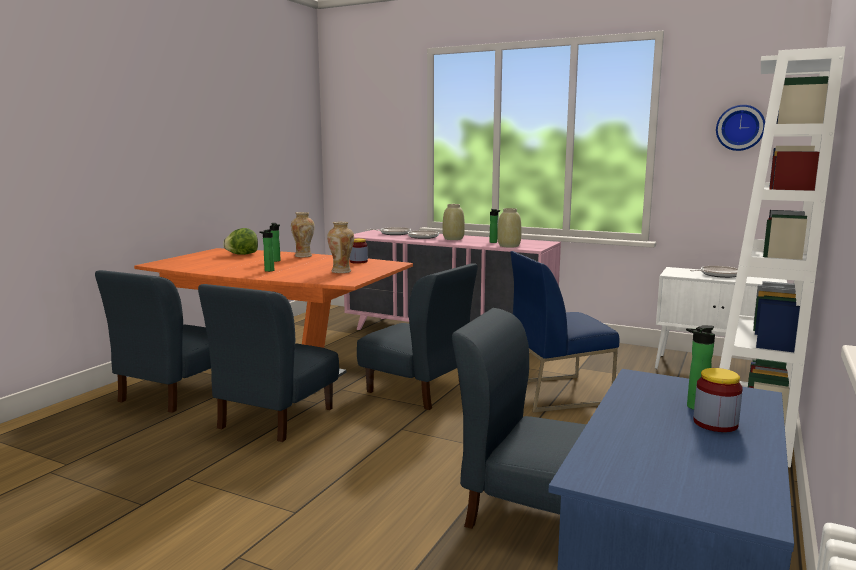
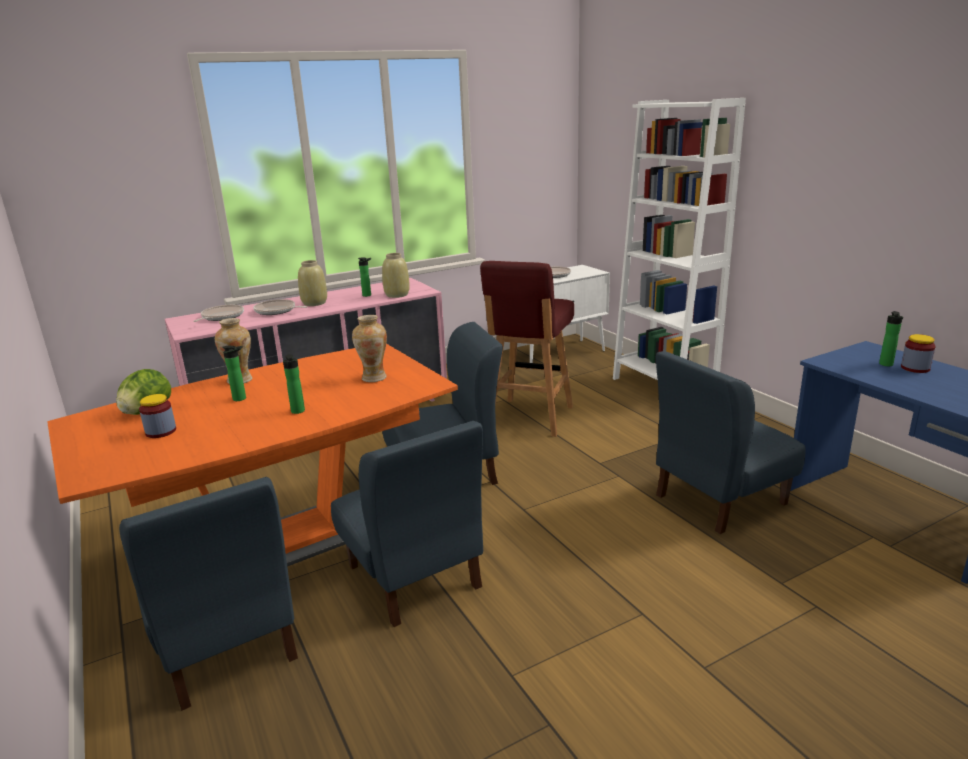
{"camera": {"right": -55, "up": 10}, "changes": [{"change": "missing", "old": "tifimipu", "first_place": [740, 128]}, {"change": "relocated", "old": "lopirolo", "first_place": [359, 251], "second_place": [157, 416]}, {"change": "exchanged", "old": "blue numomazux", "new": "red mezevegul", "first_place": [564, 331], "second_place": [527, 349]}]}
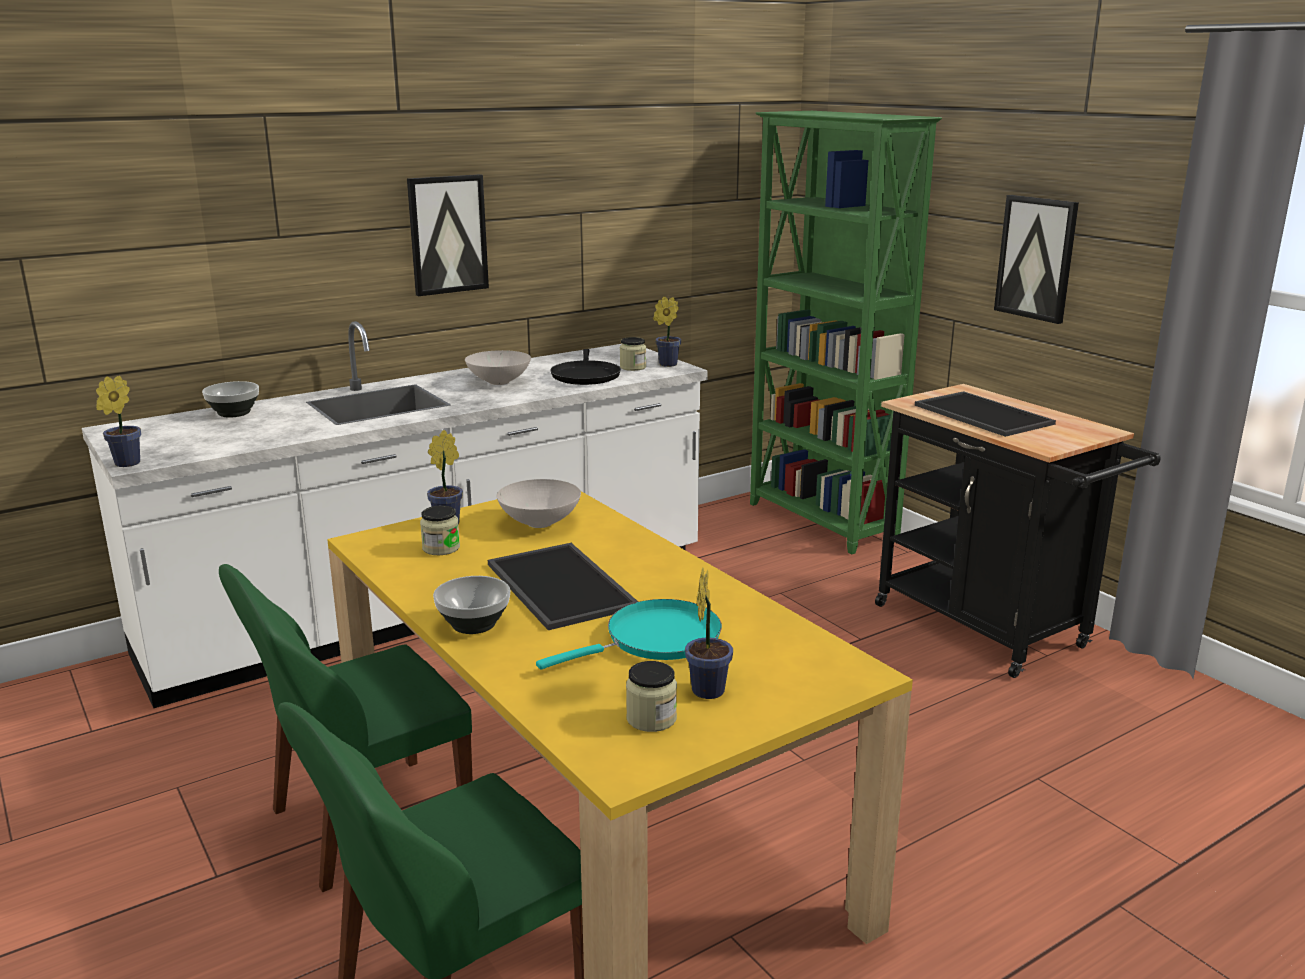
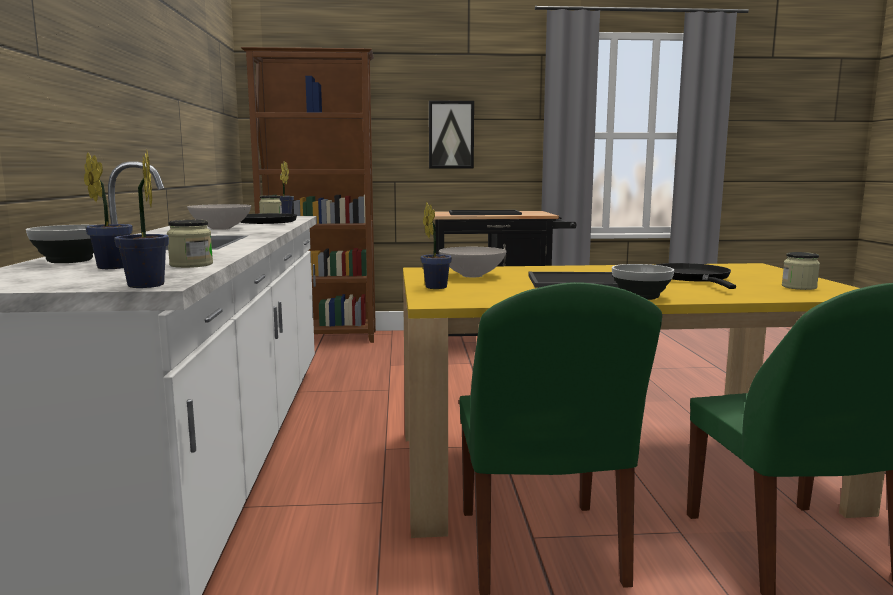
{"camera": {"right": -60, "up": -10}, "changes": [{"change": "missing", "old": "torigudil", "first_place": [448, 235]}, {"change": "relocated", "old": "lopirolo", "first_place": [440, 530], "second_place": [190, 244]}, {"change": "relocated", "old": "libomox", "first_place": [709, 633], "second_place": [108, 210]}, {"change": "colour", "old": "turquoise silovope", "new": "black silovope", "first_place": [629, 634], "second_place": [696, 276]}, {"change": "colour", "old": "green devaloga", "new": "brown devaloga", "first_place": [846, 333], "second_place": [308, 195]}]}
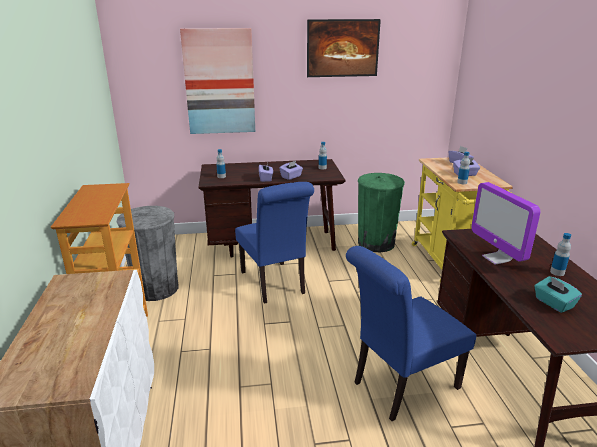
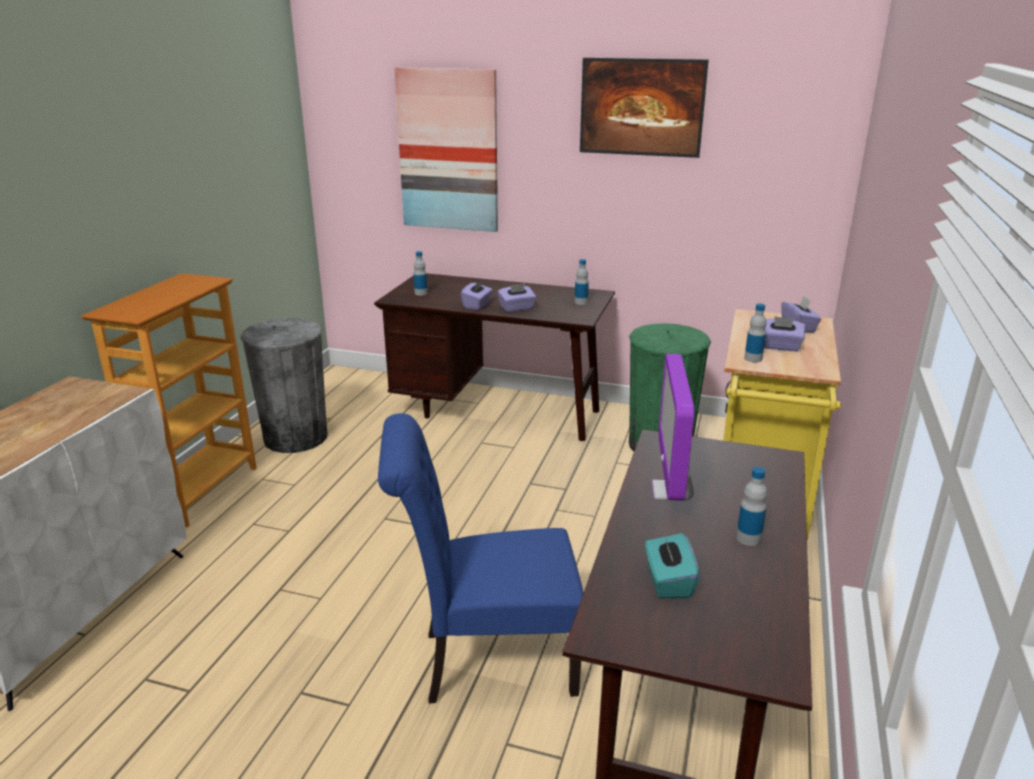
{"camera": {"right": 25, "up": 0}, "changes": [{"change": "missing", "old": "blue numomazux", "first_place": [274, 243]}]}
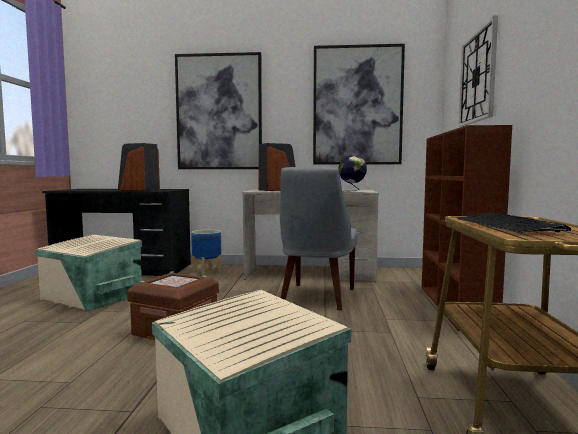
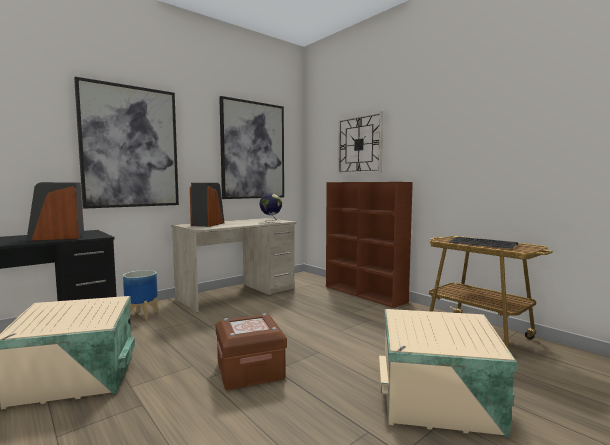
{"camera": {"right": -45, "up": 0}, "changes": [{"change": "missing", "old": "grey numomazux", "first_place": [318, 238]}]}
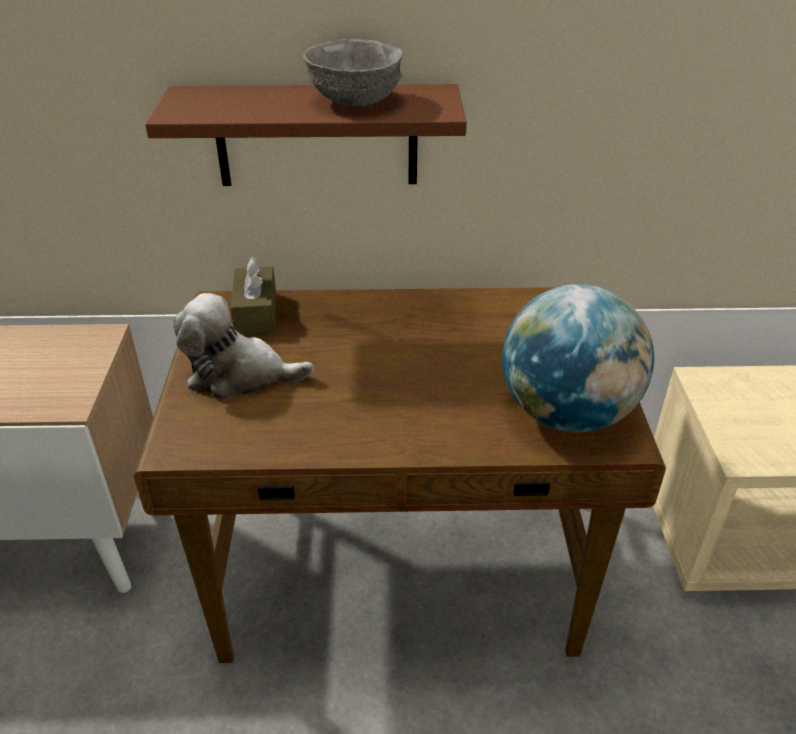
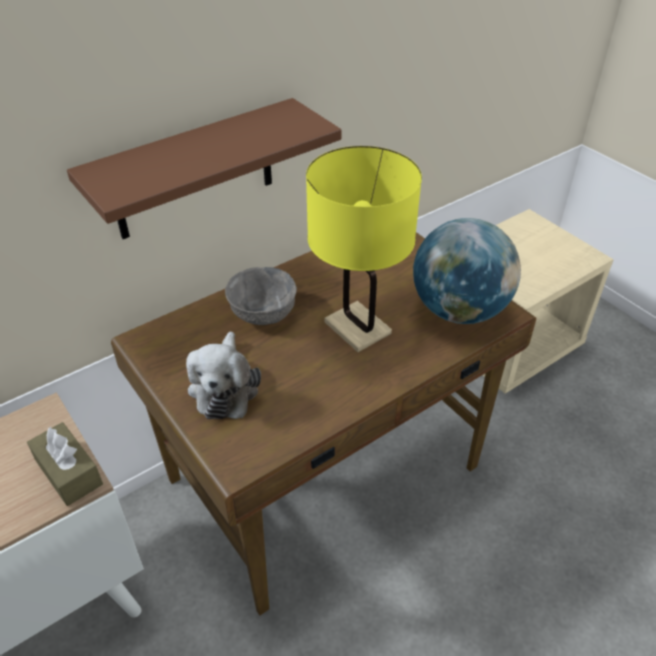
{"camera": {"right": -35, "up": 5}, "changes": [{"change": "appeared", "new": "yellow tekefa", "second_place": [364, 249]}, {"change": "relocated", "old": "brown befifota", "first_place": [253, 296], "second_place": [65, 464]}, {"change": "relocated", "old": "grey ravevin", "first_place": [353, 73], "second_place": [261, 296]}, {"change": "spun", "old": "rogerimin", "first_place": [243, 346], "second_place": [223, 375], "degrees": -60}]}
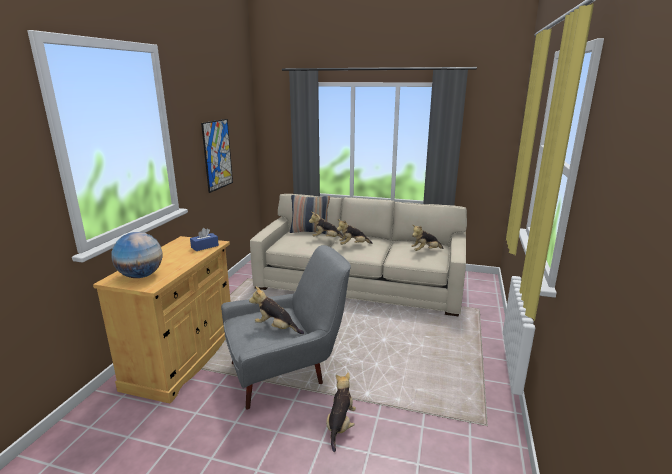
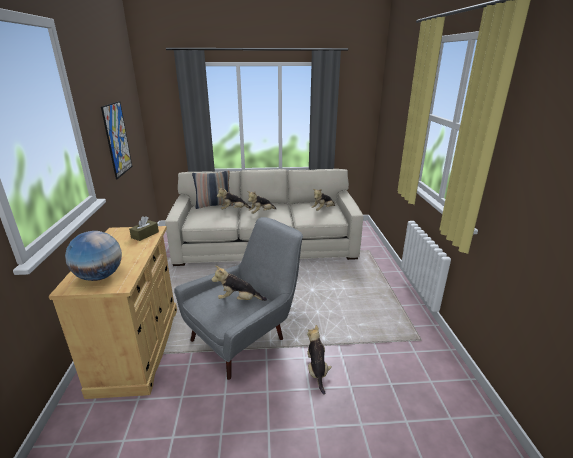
{"camera": {"right": -20, "up": 5}, "changes": [{"change": "colour", "old": "blue befifota", "new": "brown befifota", "first_place": [204, 239], "second_place": [144, 228]}]}
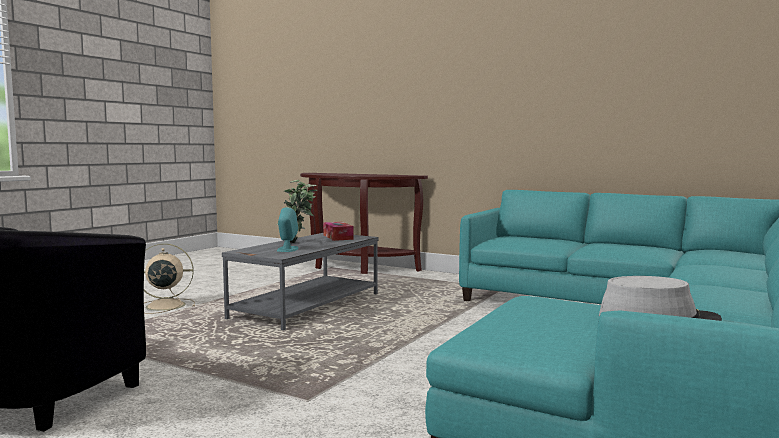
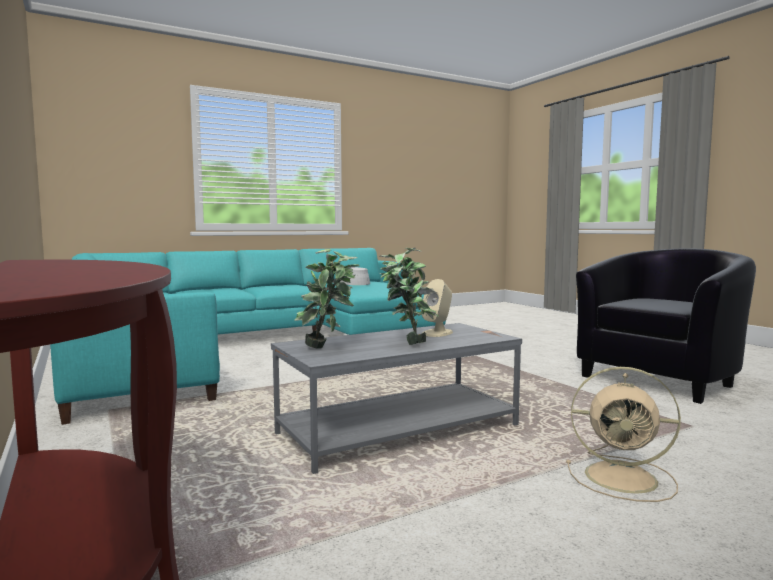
{"camera": {"right": -150, "up": 0}, "changes": [{"change": "exchanged", "old": "befifota", "new": "libomox", "first_place": [338, 231], "second_place": [326, 299]}, {"change": "colour", "old": "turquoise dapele", "new": "beige dapele", "first_place": [288, 230], "second_place": [437, 308]}]}
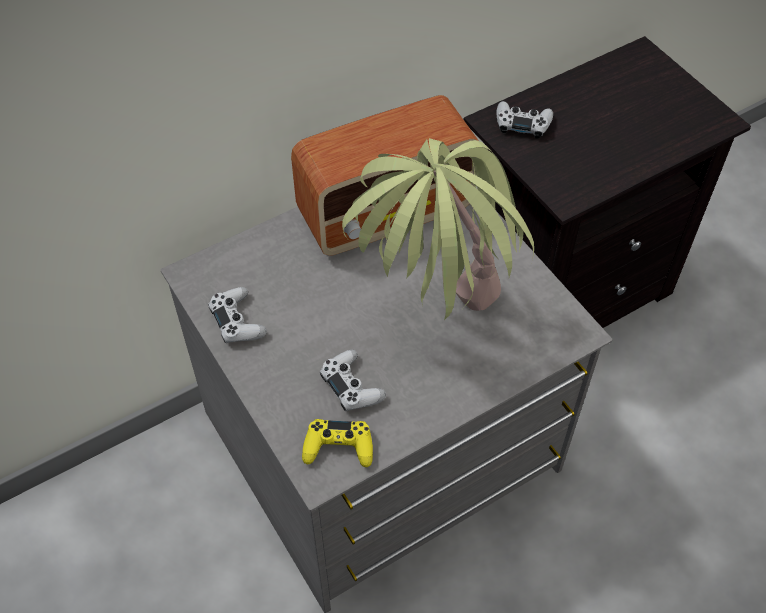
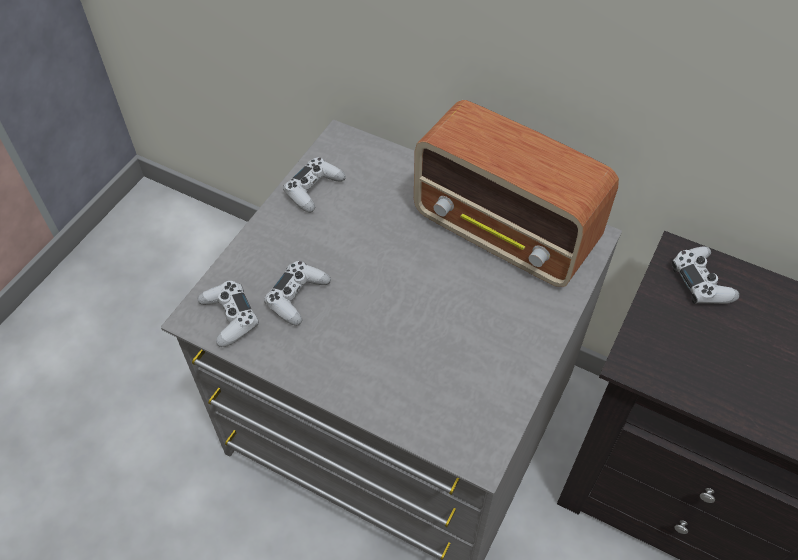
{"camera": {"right": 60, "up": 0}, "changes": [{"change": "missing", "old": "libomox", "first_place": [438, 229]}, {"change": "colour", "old": "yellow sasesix", "new": "white sasesix", "first_place": [337, 443], "second_place": [228, 314]}]}
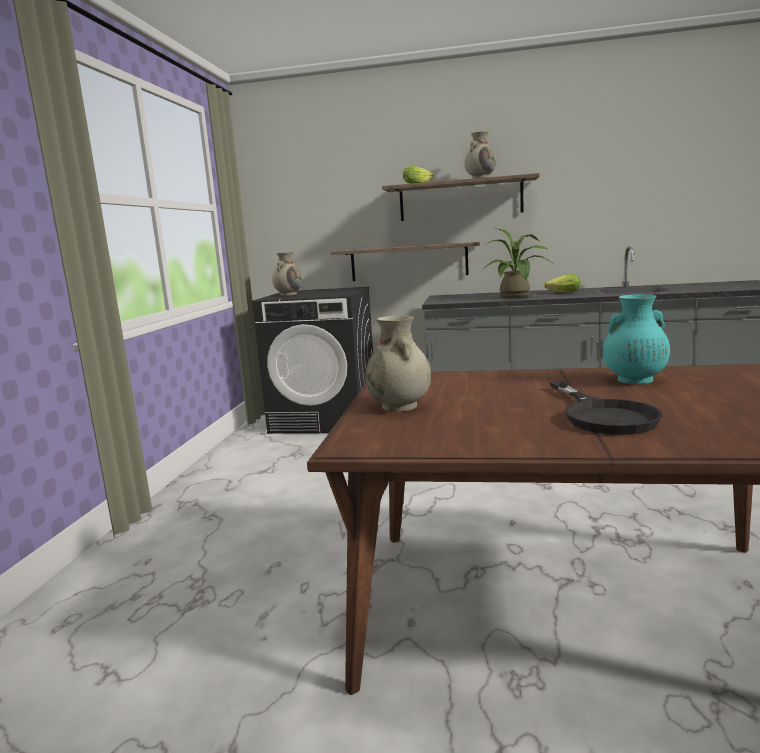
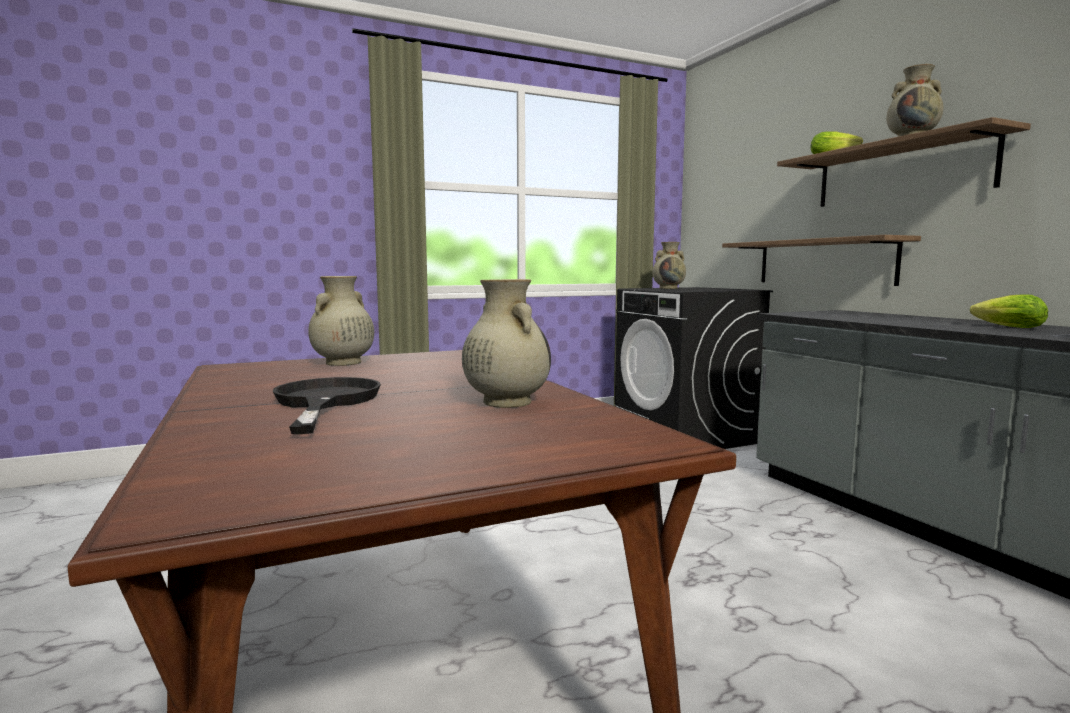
{"camera": {"right": 55, "up": -5}, "changes": [{"change": "missing", "old": "libomox", "first_place": [517, 263]}, {"change": "colour", "old": "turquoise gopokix", "new": "beige gopokix", "first_place": [636, 339], "second_place": [506, 343]}, {"change": "spun", "old": "black silovope", "first_place": [606, 408], "second_place": [327, 405], "degrees": 120}]}
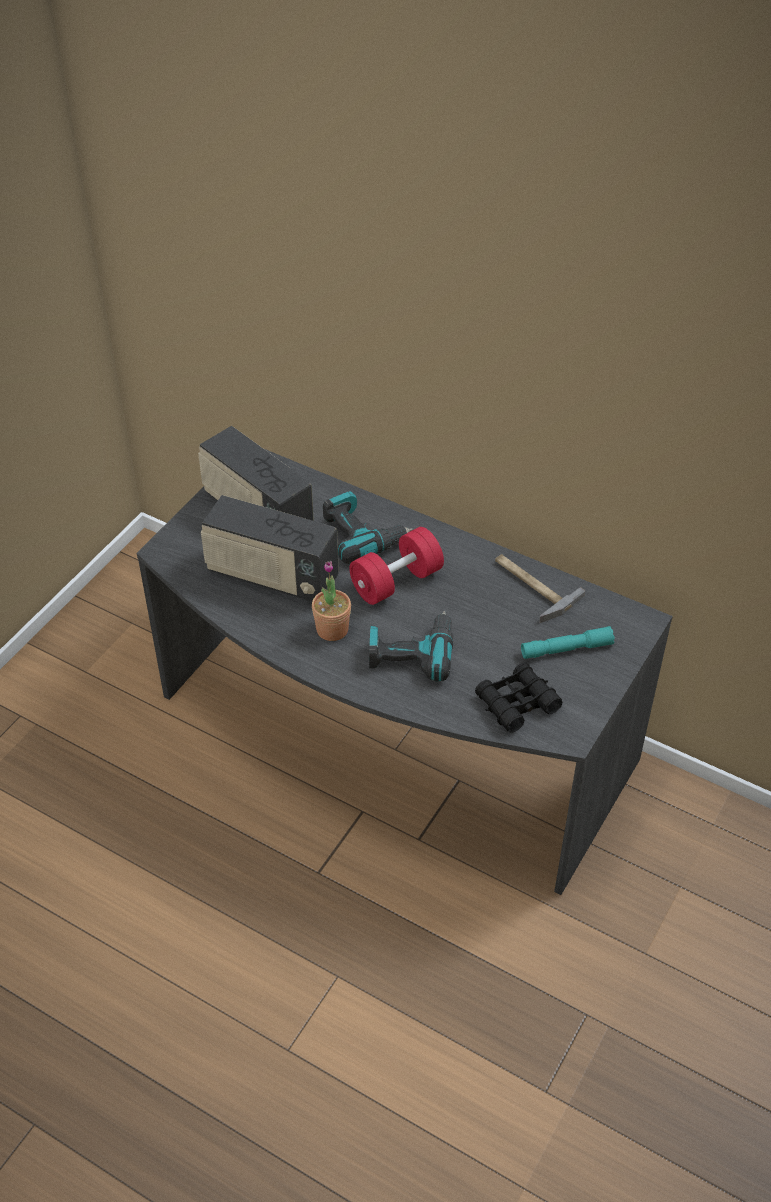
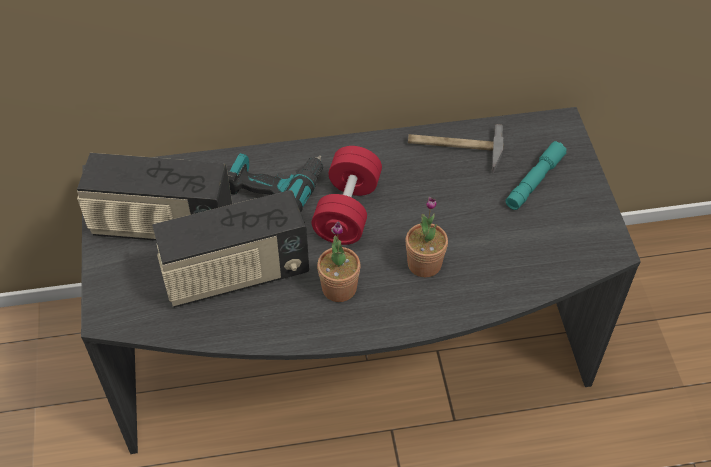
{"camera": {"right": -40, "up": 5}, "changes": [{"change": "missing", "old": "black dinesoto", "first_place": [518, 697]}, {"change": "exchanged", "old": "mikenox", "new": "libomox", "first_place": [411, 646], "second_place": [426, 237]}]}
